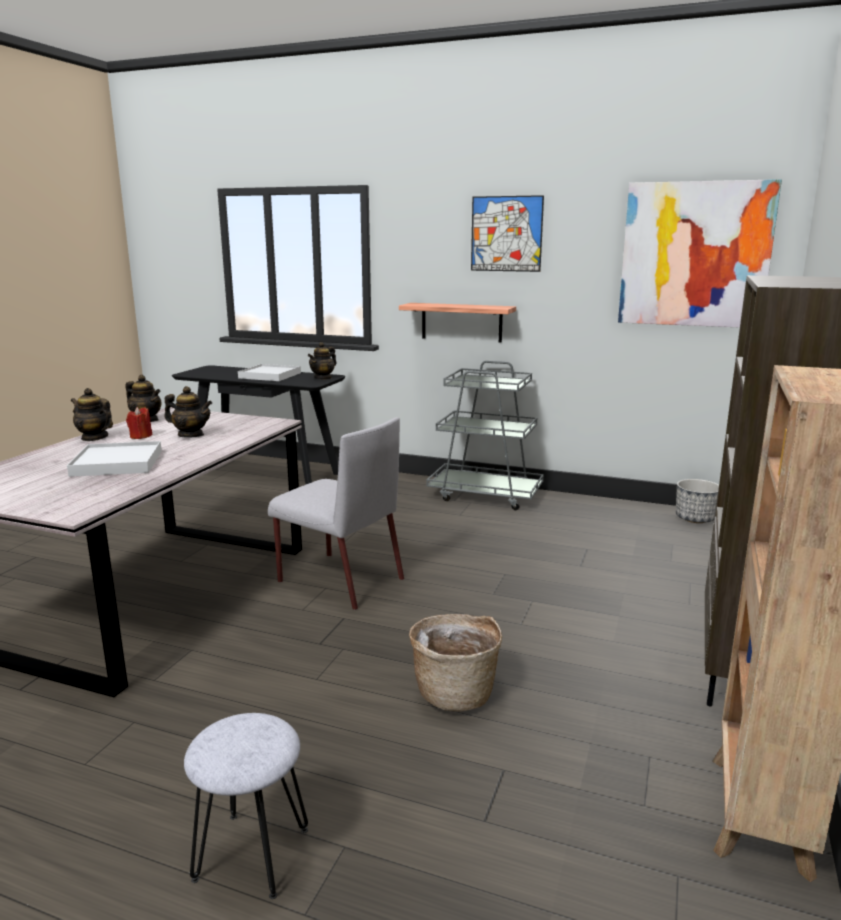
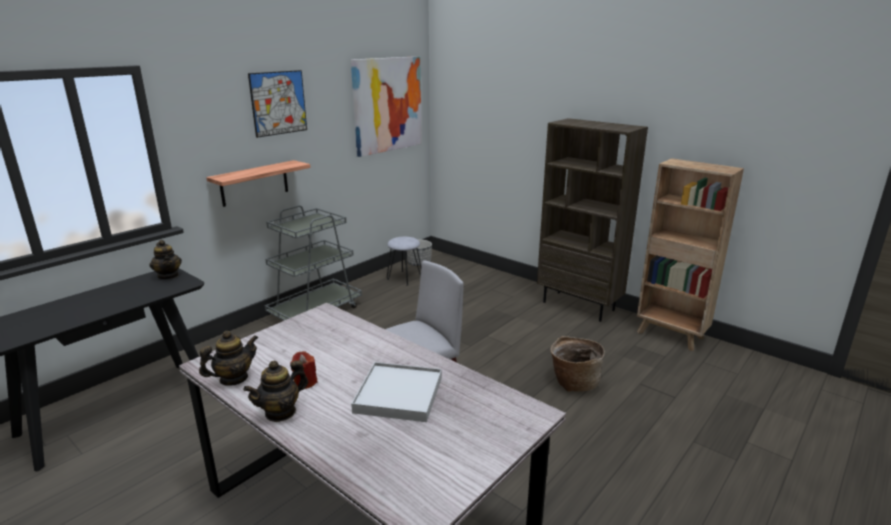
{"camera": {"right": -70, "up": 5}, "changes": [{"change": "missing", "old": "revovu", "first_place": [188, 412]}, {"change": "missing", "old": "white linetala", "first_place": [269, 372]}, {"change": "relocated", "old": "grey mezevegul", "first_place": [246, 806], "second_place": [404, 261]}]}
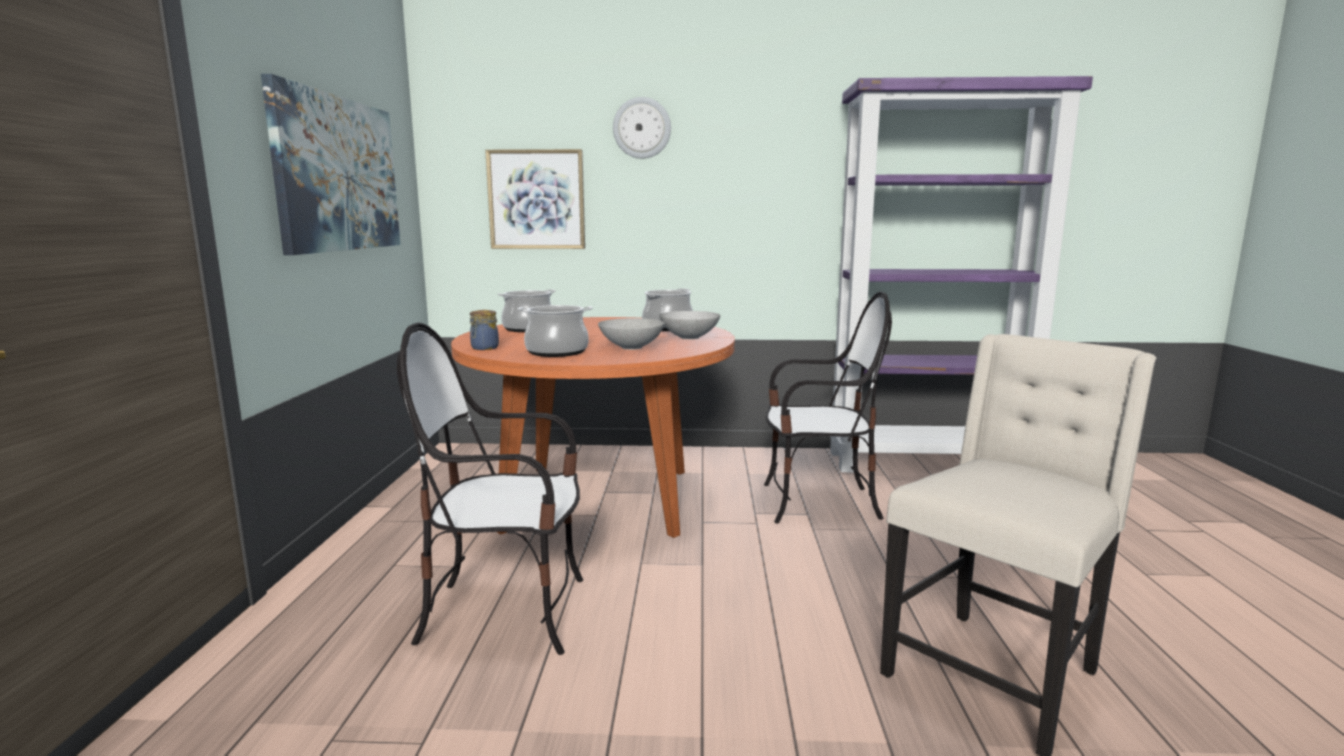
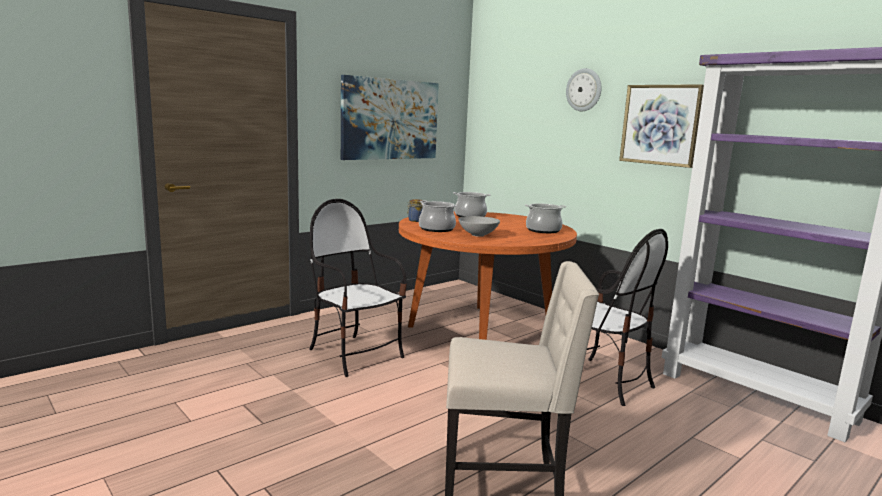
{"camera": {"right": 45, "up": 0}, "changes": [{"change": "missing", "old": "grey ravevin", "first_place": [690, 325]}, {"change": "relocated", "old": "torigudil", "first_place": [535, 199], "second_place": [661, 126]}]}
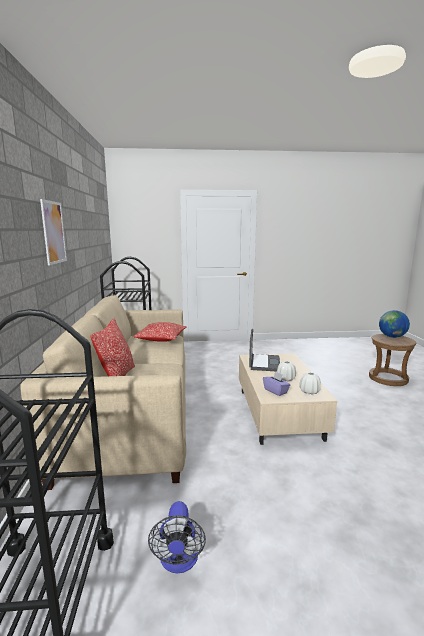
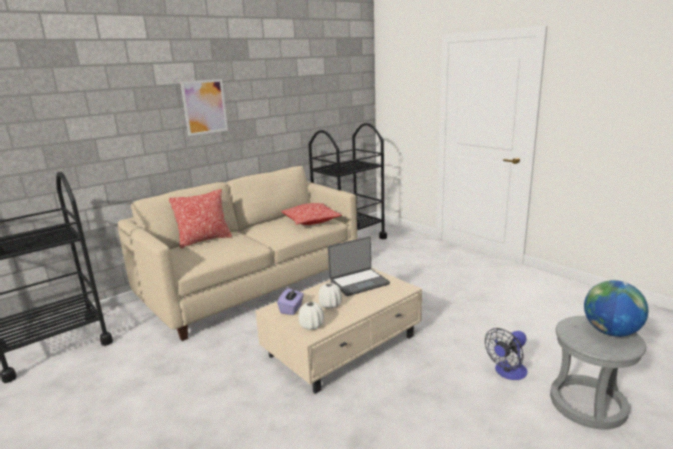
{"camera": {"right": 55, "up": 5}, "changes": [{"change": "relocated", "old": "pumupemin", "first_place": [177, 537], "second_place": [506, 354]}, {"change": "colour", "old": "brown mezevegul", "new": "grey mezevegul", "first_place": [392, 360], "second_place": [598, 373]}]}
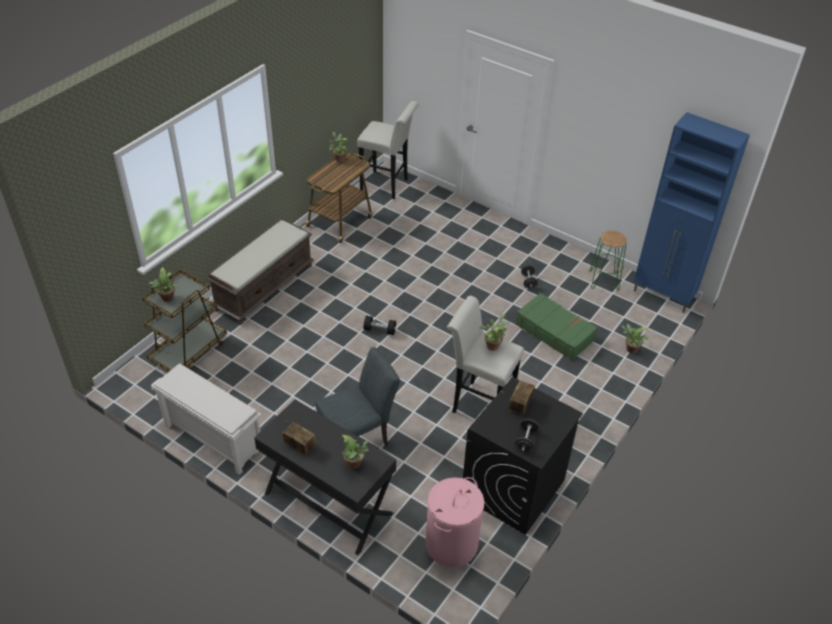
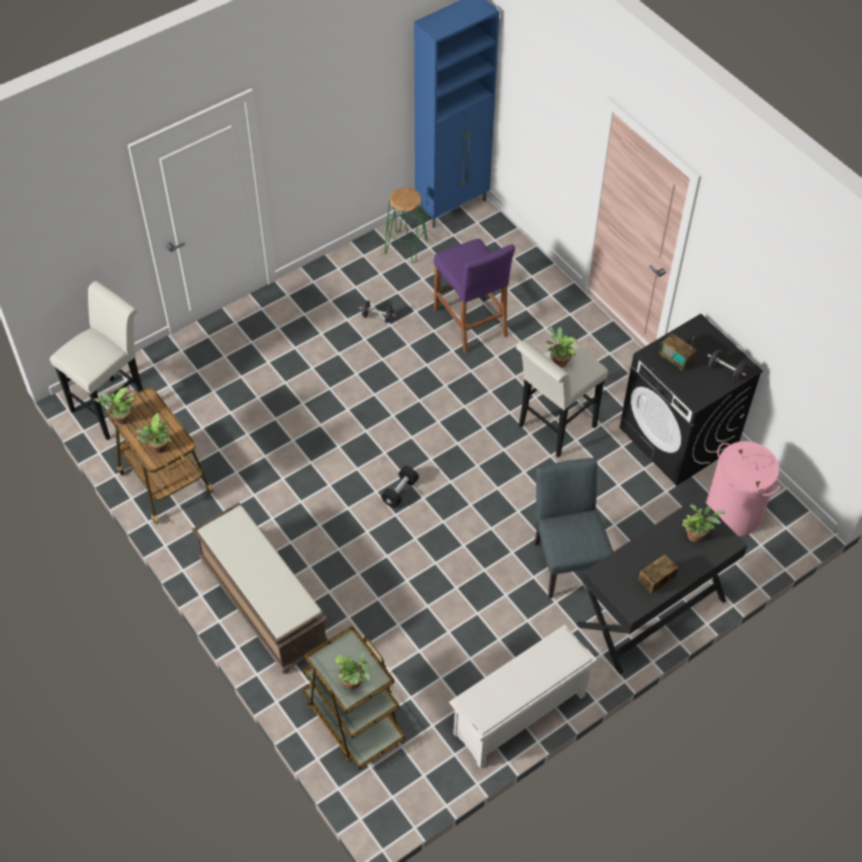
{"camera": {"right": -70, "up": 10}, "changes": [{"change": "relocated", "old": "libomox", "first_place": [634, 338], "second_place": [153, 432]}, {"change": "exchanged", "old": "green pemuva", "new": "purple mezevegul", "first_place": [556, 326], "second_place": [474, 296]}]}
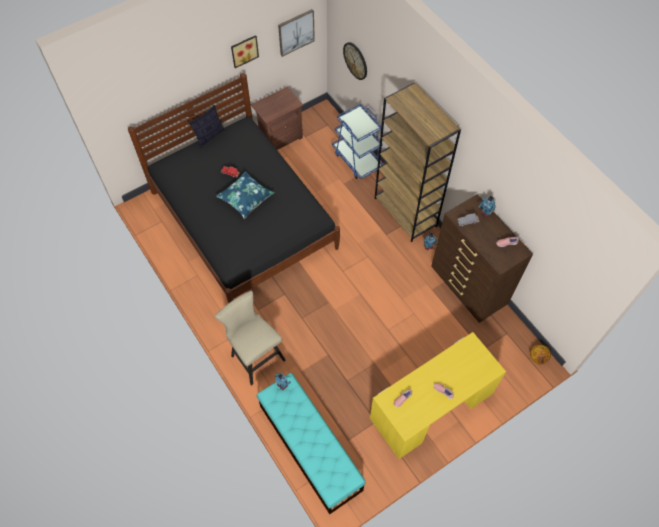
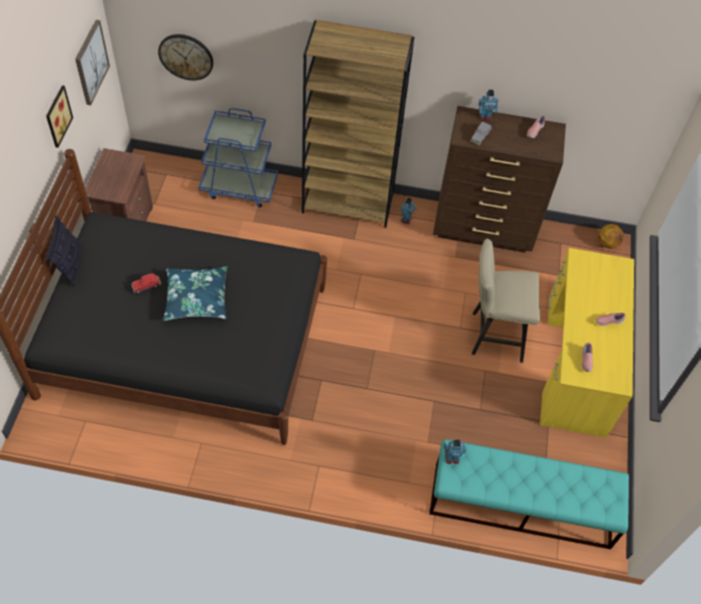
{"camera": {"right": -50, "up": -5}, "changes": [{"change": "relocated", "old": "beige mezevegul", "first_place": [250, 338], "second_place": [506, 301]}]}
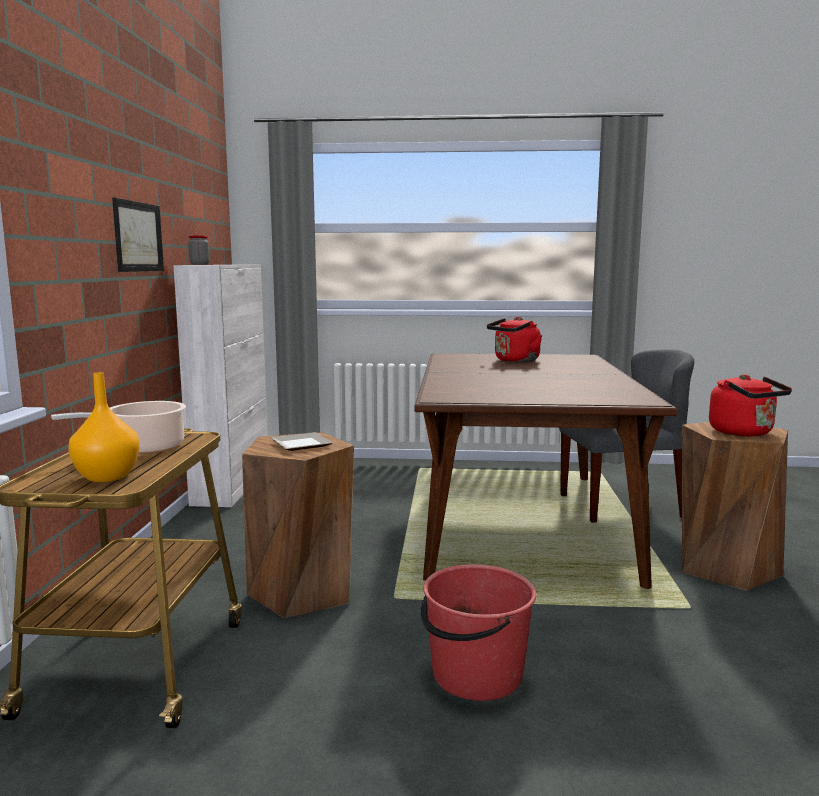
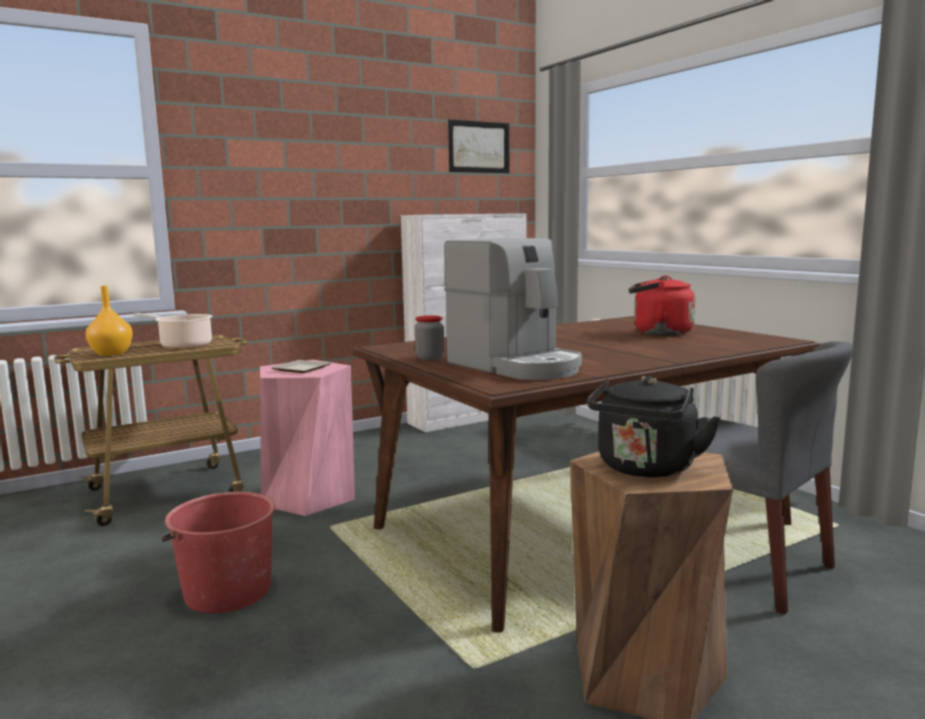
{"camera": {"right": 55, "up": 0}, "changes": [{"change": "appeared", "new": "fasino", "second_place": [513, 309]}, {"change": "relocated", "old": "torigudil", "first_place": [138, 235], "second_place": [478, 146]}, {"change": "relocated", "old": "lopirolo", "first_place": [198, 250], "second_place": [429, 337]}, {"change": "colour", "old": "brown mezevegul", "new": "pink mezevegul", "first_place": [298, 525], "second_place": [307, 438]}, {"change": "colour", "old": "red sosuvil", "new": "black sosuvil", "first_place": [750, 405], "second_place": [654, 427]}]}
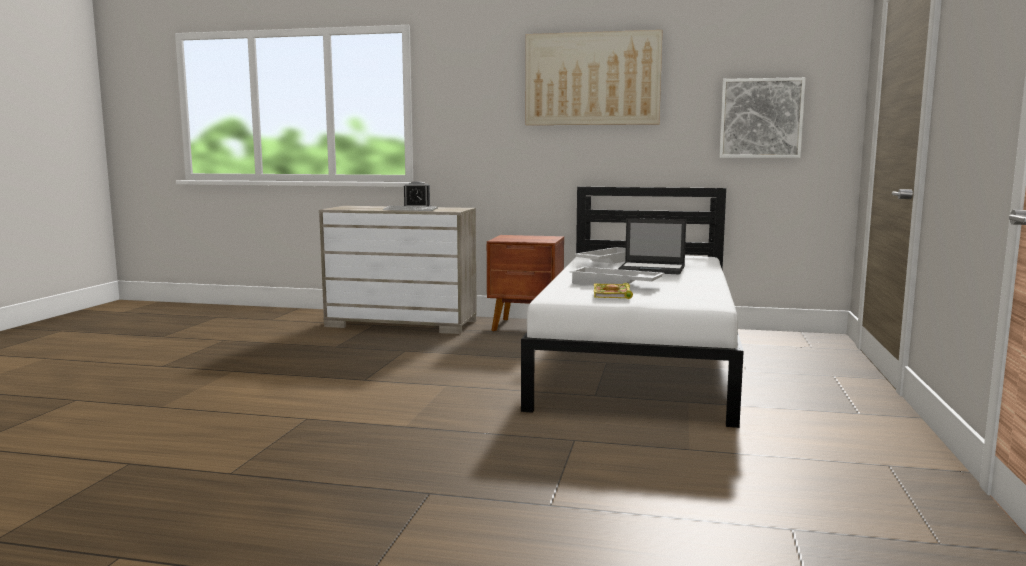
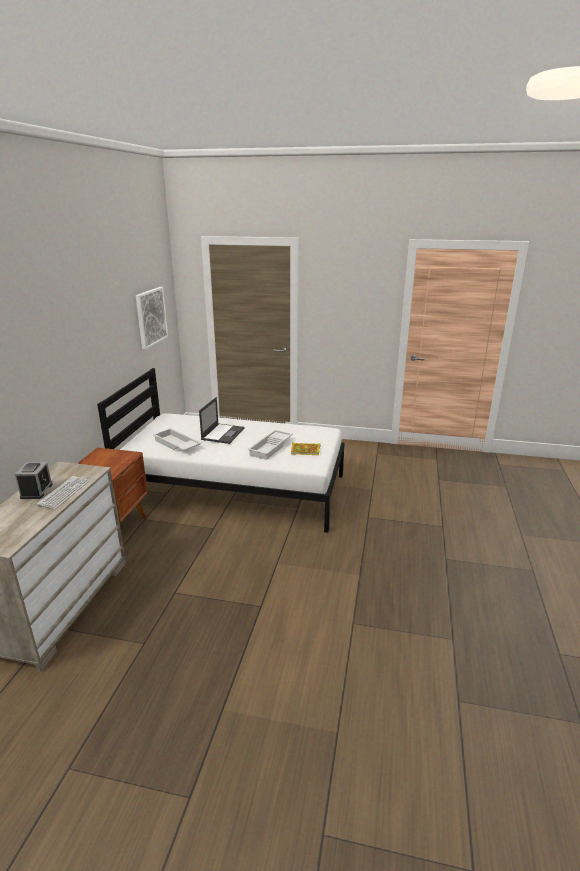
{"camera": {"right": -90, "up": 15}, "changes": [{"change": "missing", "old": "torigudil", "first_place": [594, 77]}]}
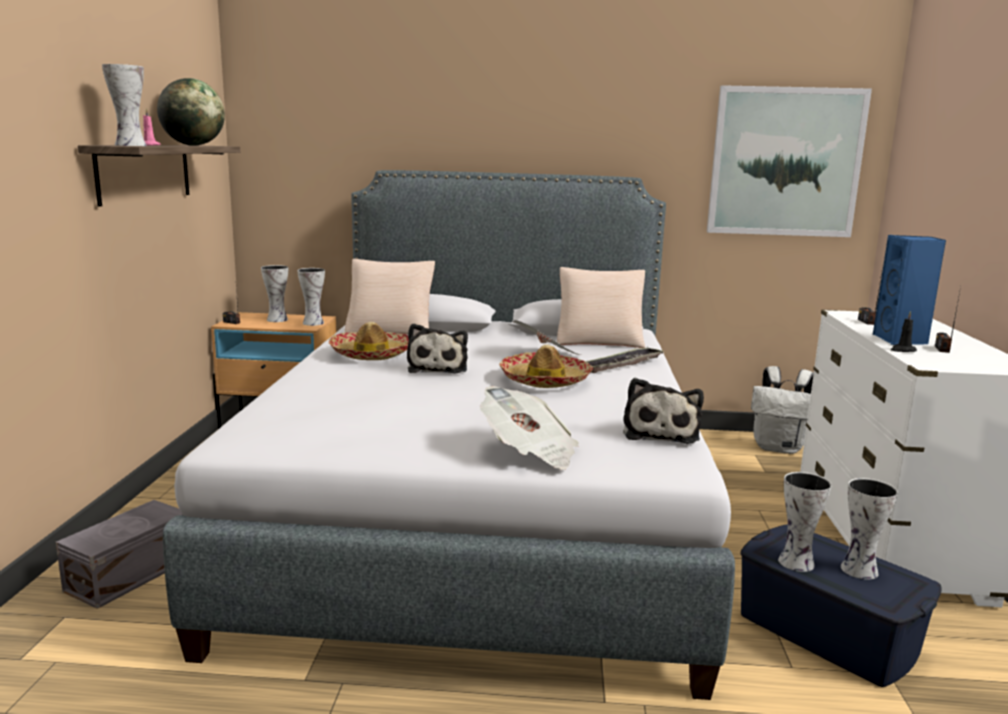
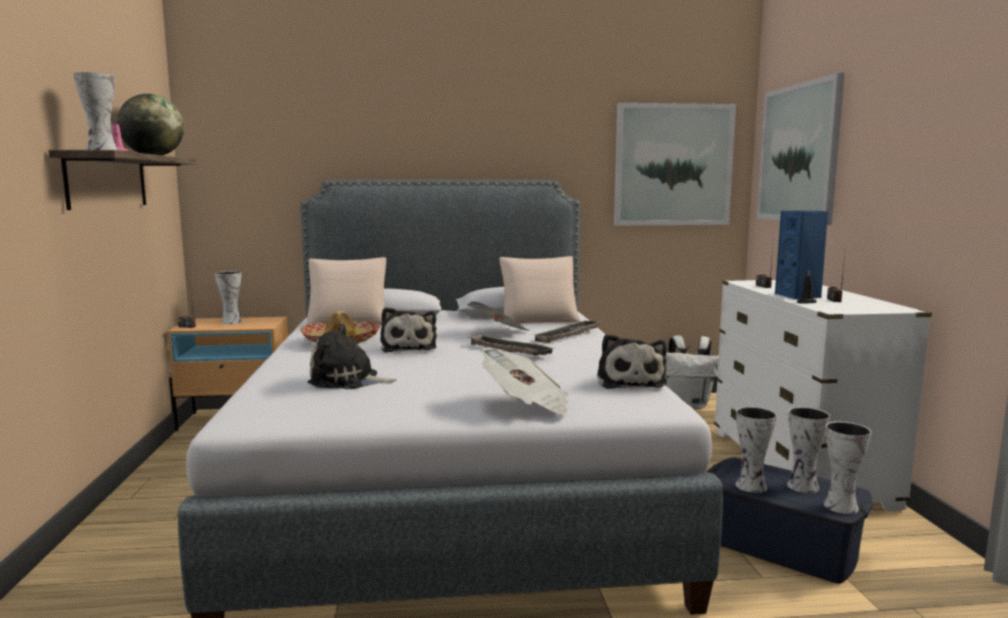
{"camera": {"right": -10, "up": -5}, "changes": [{"change": "missing", "old": "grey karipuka", "first_place": [120, 554]}, {"change": "appeared", "new": "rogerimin", "second_place": [352, 356]}, {"change": "appeared", "new": "torigudil", "second_place": [801, 149]}, {"change": "relocated", "old": "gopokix", "first_place": [311, 297], "second_place": [847, 467]}, {"change": "exchanged", "old": "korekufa", "new": "linetala", "first_place": [546, 366], "second_place": [511, 344]}]}
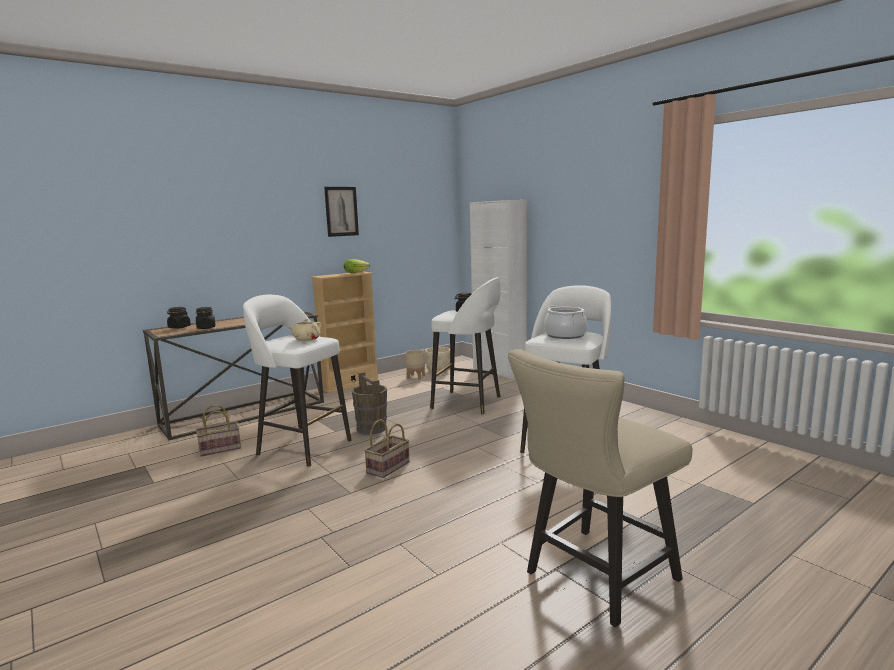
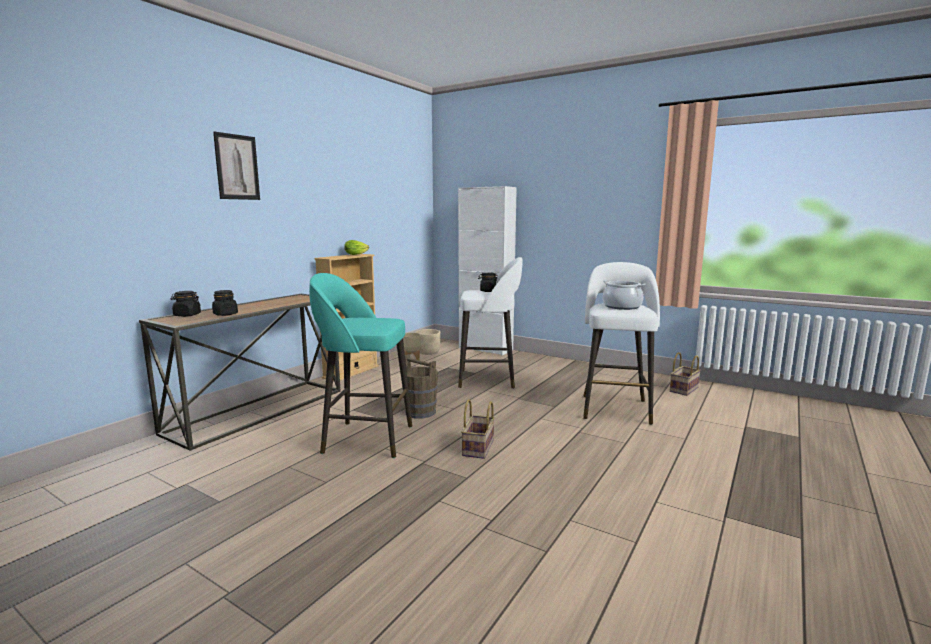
{"camera": {"right": -20, "up": 0}, "changes": [{"change": "missing", "old": "beige revovu", "first_place": [304, 330]}, {"change": "missing", "old": "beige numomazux", "first_place": [600, 488]}, {"change": "relocated", "old": "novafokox", "first_place": [218, 431], "second_place": [685, 374]}, {"change": "relocated", "old": "torigudil", "first_place": [341, 212], "second_place": [236, 165]}, {"change": "colour", "old": "white mezevegul", "new": "turquoise mezevegul", "first_place": [297, 381], "second_place": [360, 365]}]}
